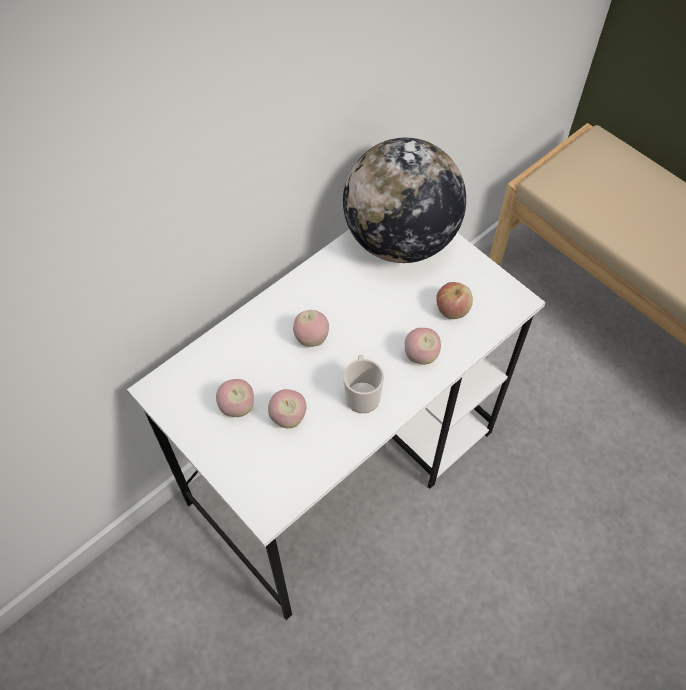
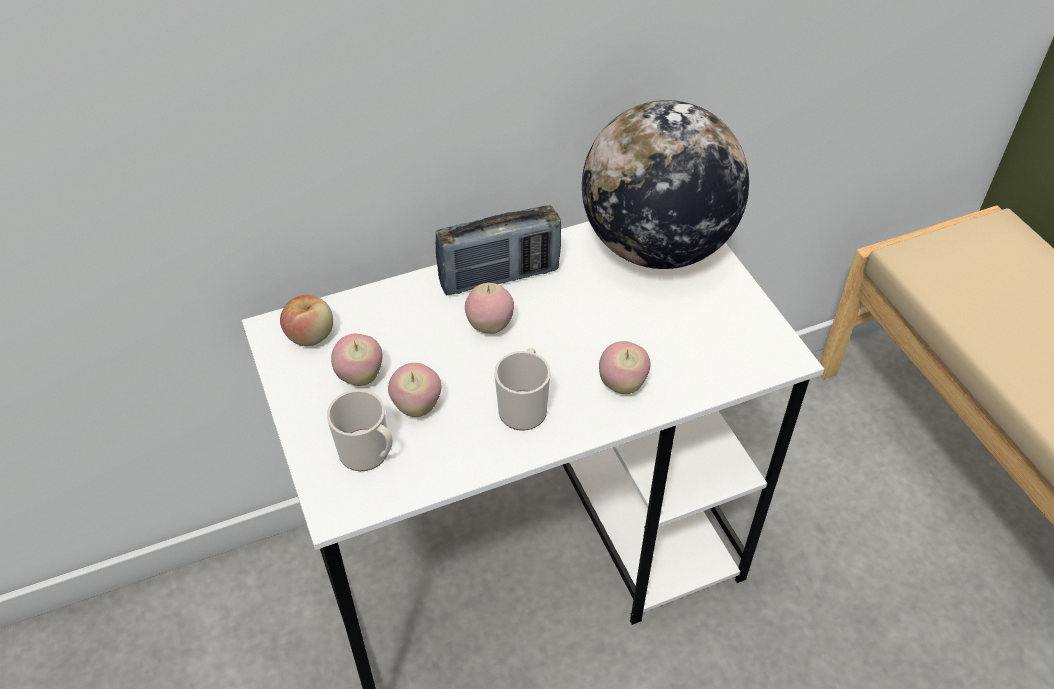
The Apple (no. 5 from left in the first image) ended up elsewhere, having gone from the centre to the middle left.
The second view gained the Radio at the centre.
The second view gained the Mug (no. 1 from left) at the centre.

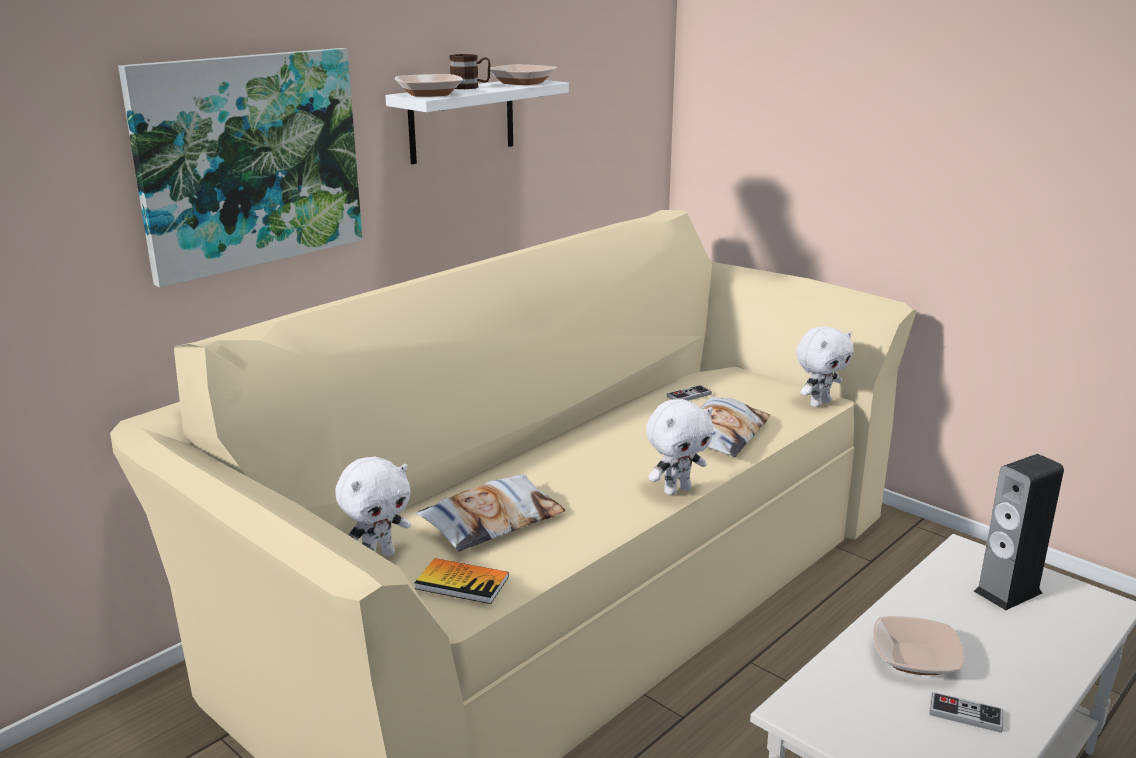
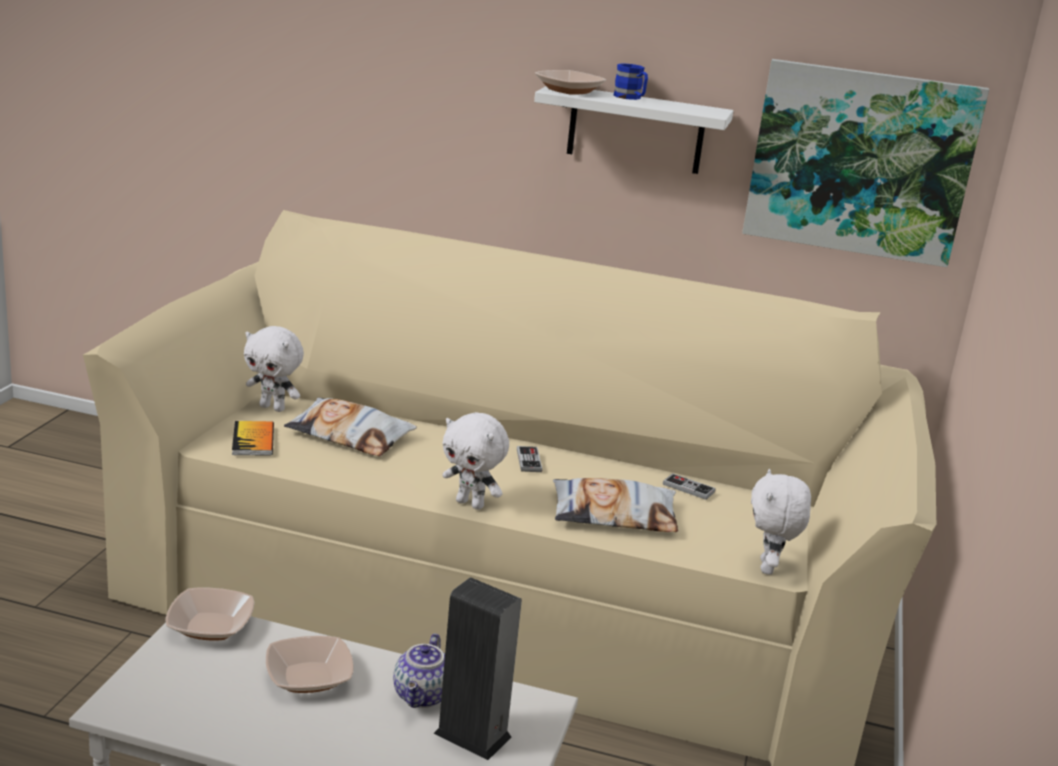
The Picture ended up elsewhere, having gone from the top left to the top right.
What was the BrownMug at the top centre turned into the BlueMug at the top centre.
The Bowl (no. 2 from left in the first image) ended up elsewhere, having gone from the top centre to the bottom left.
The WhitePlushToy (no. 3 from left) at the middle right ended up facing another way, 75 degrees clockwise from before.
The GameController (no. 2 from left in the first image) ended up elsewhere, having gone from the bottom right to the centre.
The second view gained the Teapot at the bottom centre.

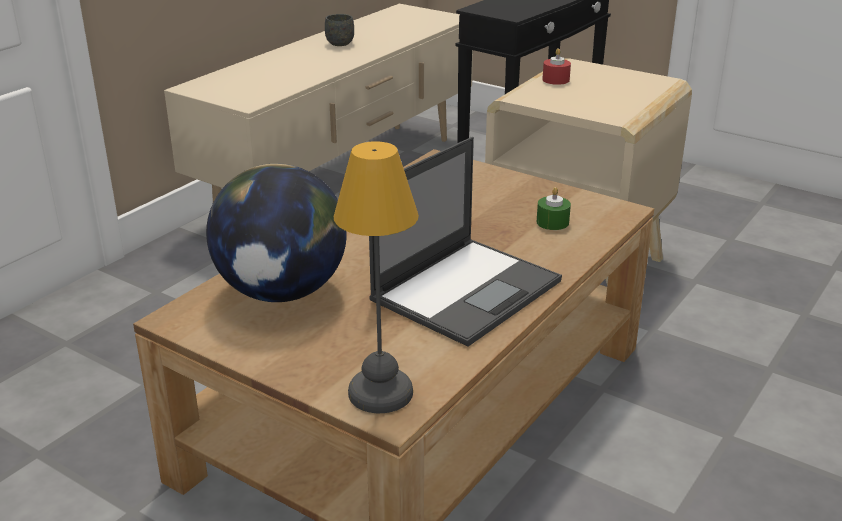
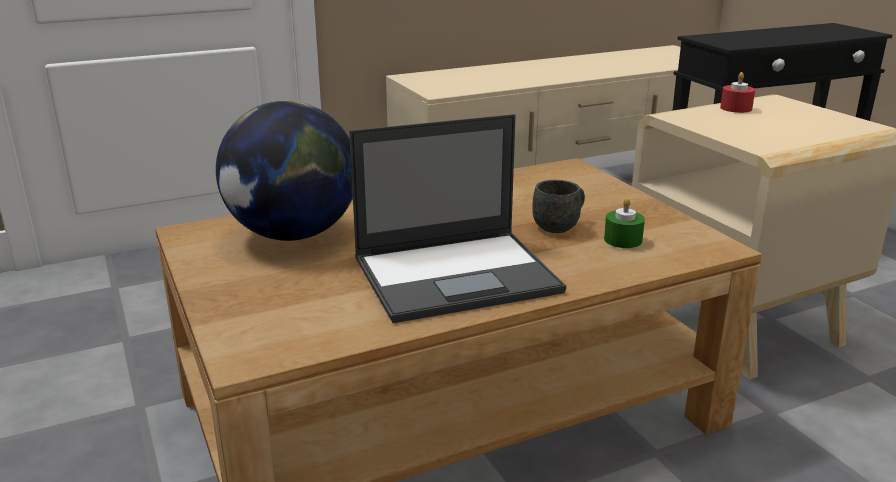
The GreyMug ended up elsewhere, having gone from the top centre to the centre.
The second view lost the TableLamp at the centre.

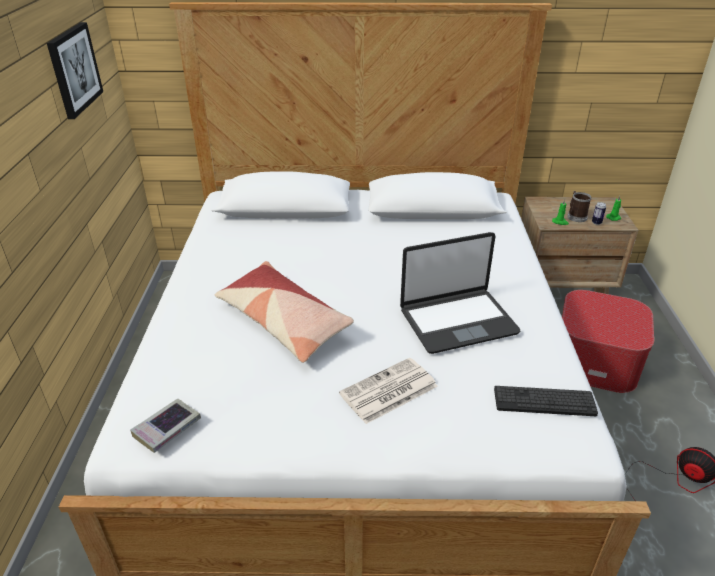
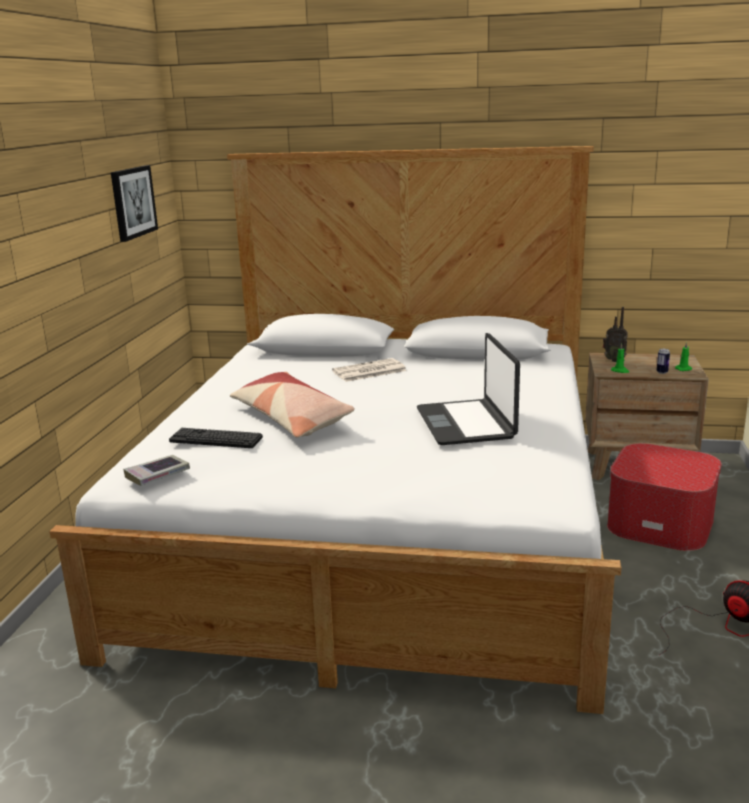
The second view lost the Mug at the middle right.
The Laptop at the centre ended up facing another way, 90 degrees clockwise from before.
The Newspaper ended up elsewhere, having gone from the bottom centre to the centre.
The Keyboard ended up elsewhere, having gone from the bottom right to the middle left.
The second view gained the Radio at the middle right.

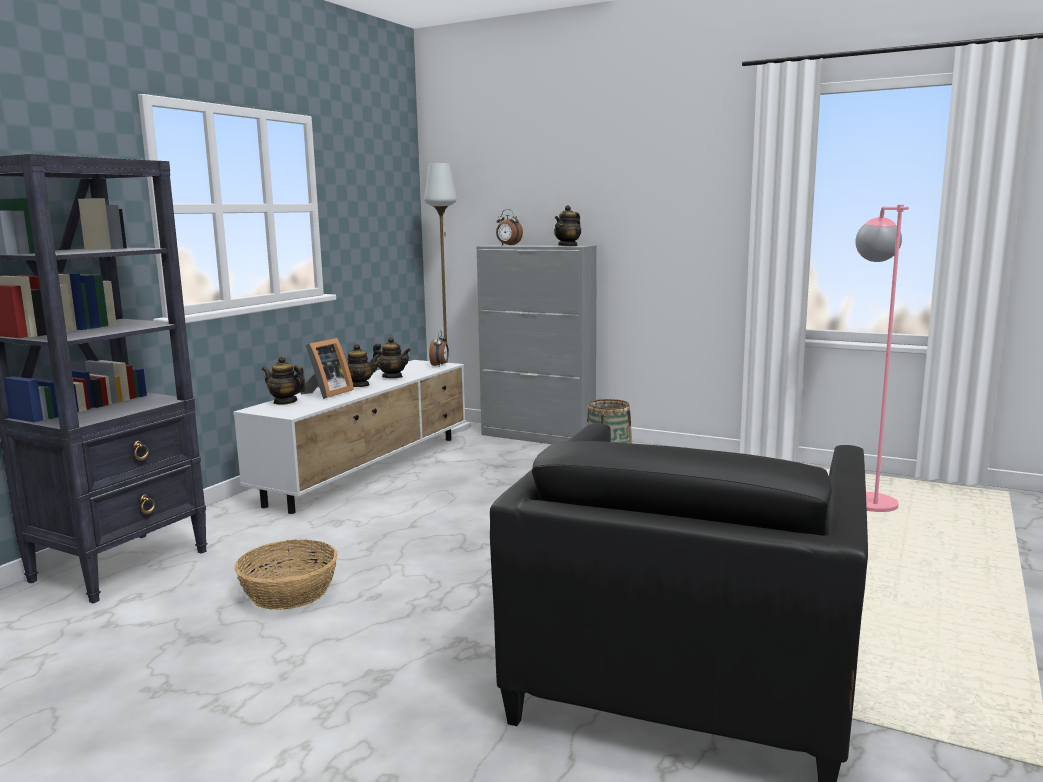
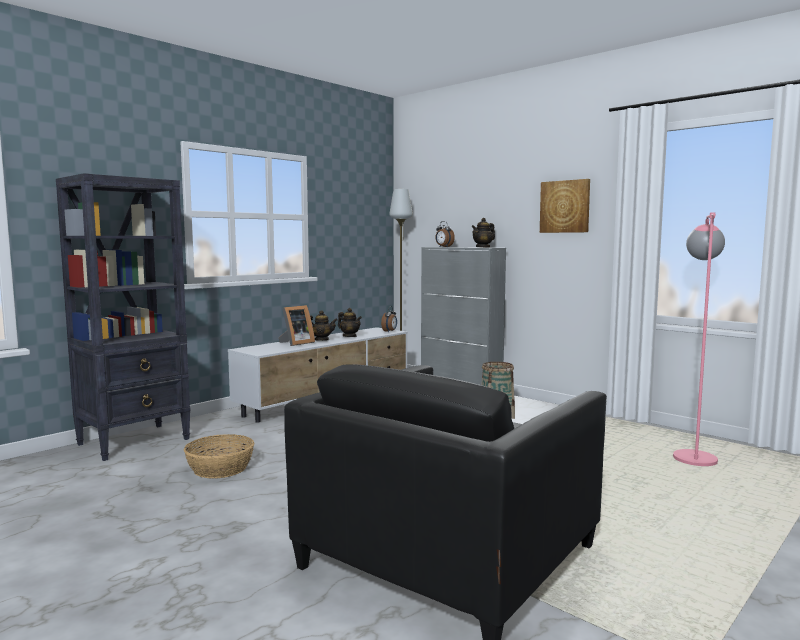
The second view lost the Teapot (no. 1 from left) at the middle left.
The second view gained the Picture at the top right.

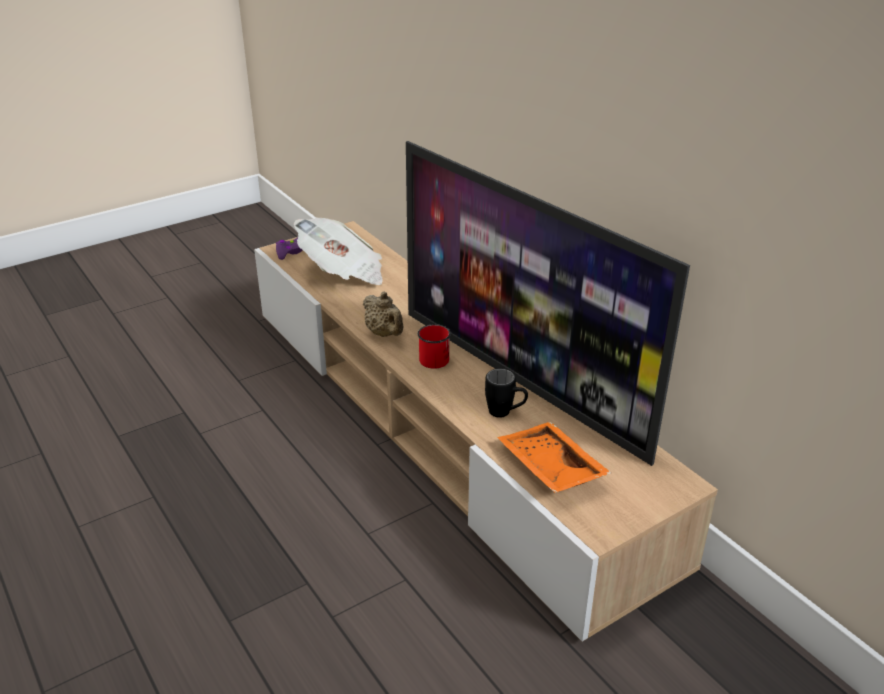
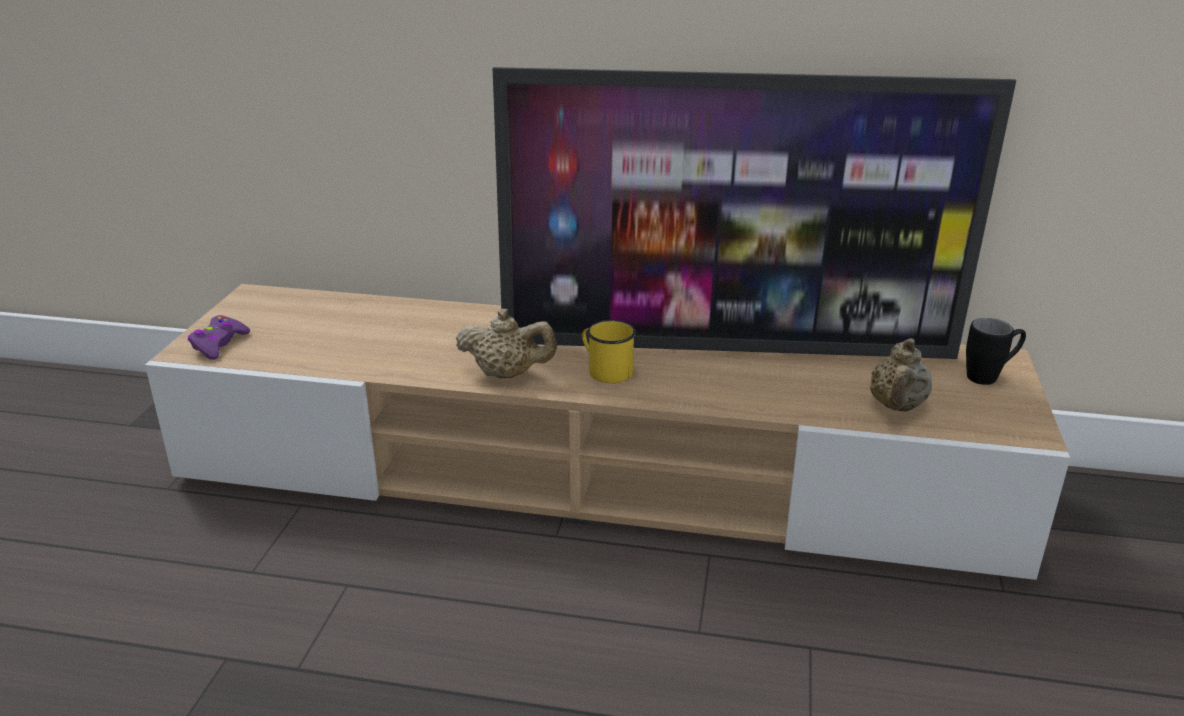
The second view lost the Newspaper at the centre.
What was the RedMug at the centre turned into the YellowMug at the centre.
The BlackMug ended up elsewhere, having gone from the centre to the middle right.
Where the OrangeTray stood at the centre, the BeigeTeapot (no. 2 from left) came to stand at the middle right.

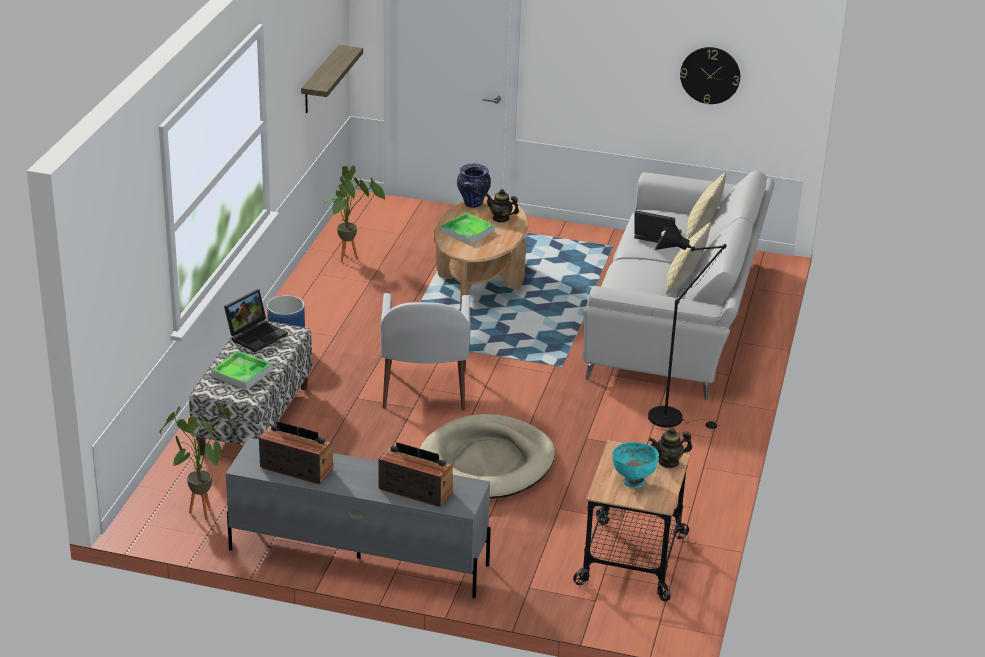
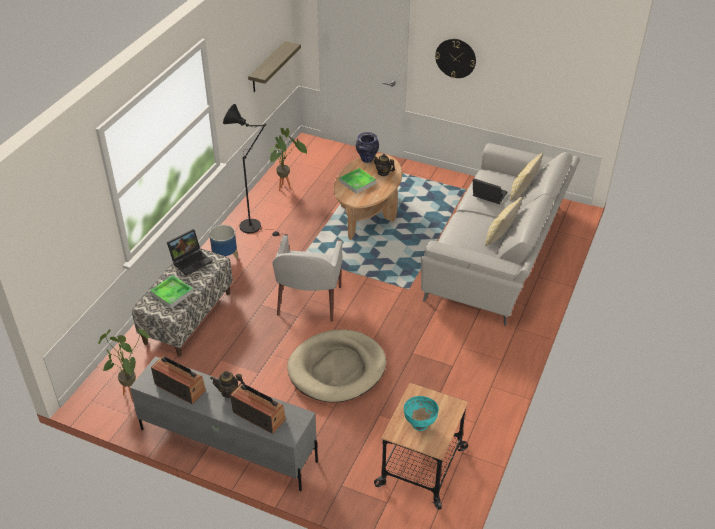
The WallClock ended up elsewhere, having gone from the top right to the top centre.
The BlackFloorLamp ended up elsewhere, having gone from the middle right to the top centre.
The Teapot (no. 2 from left in the first image) ended up elsewhere, having gone from the bottom right to the bottom left.

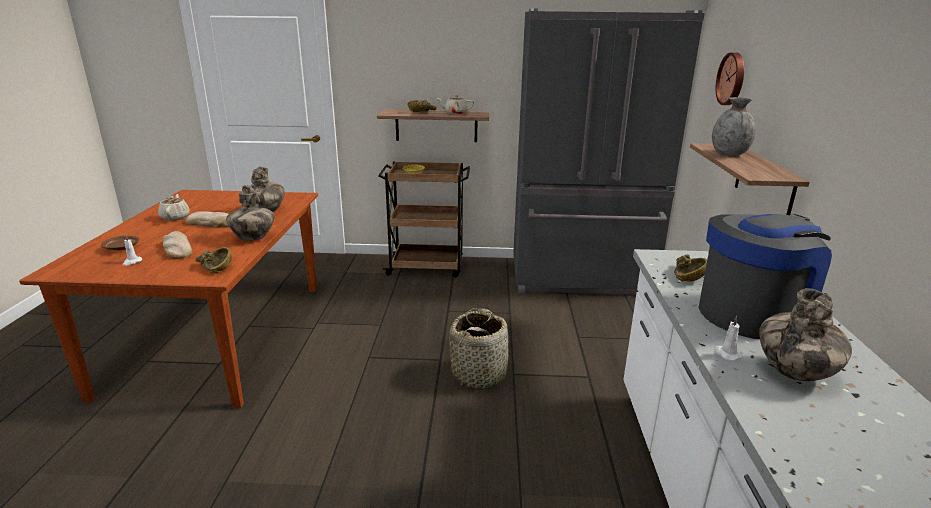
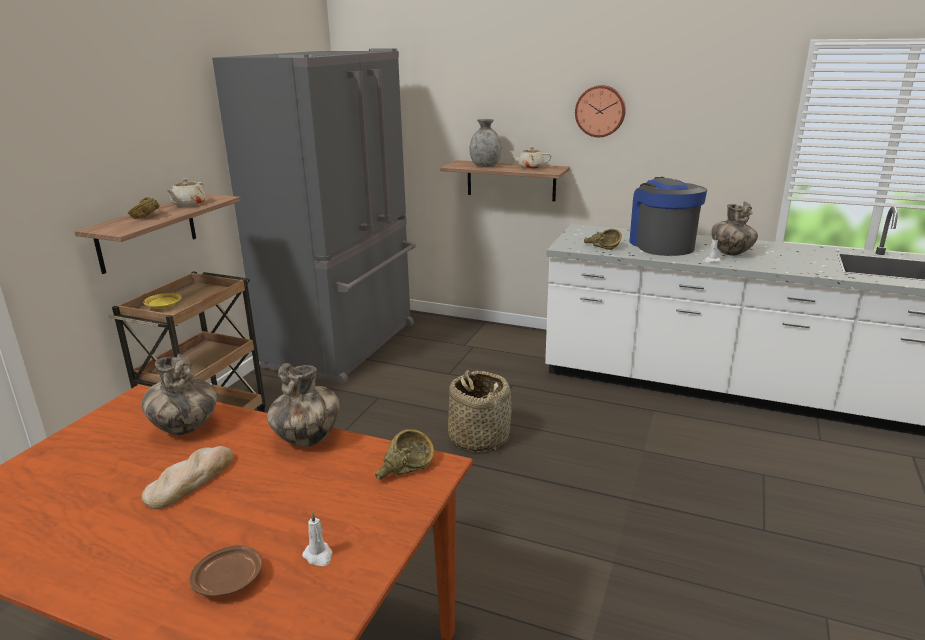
The WallClock ended up elsewhere, having gone from the top right to the top centre.
The BeigeTeapot (no. 1 from left in the first image) ended up elsewhere, having gone from the middle left to the top centre.
The second view lost the Bread (no. 1 from left) at the middle left.

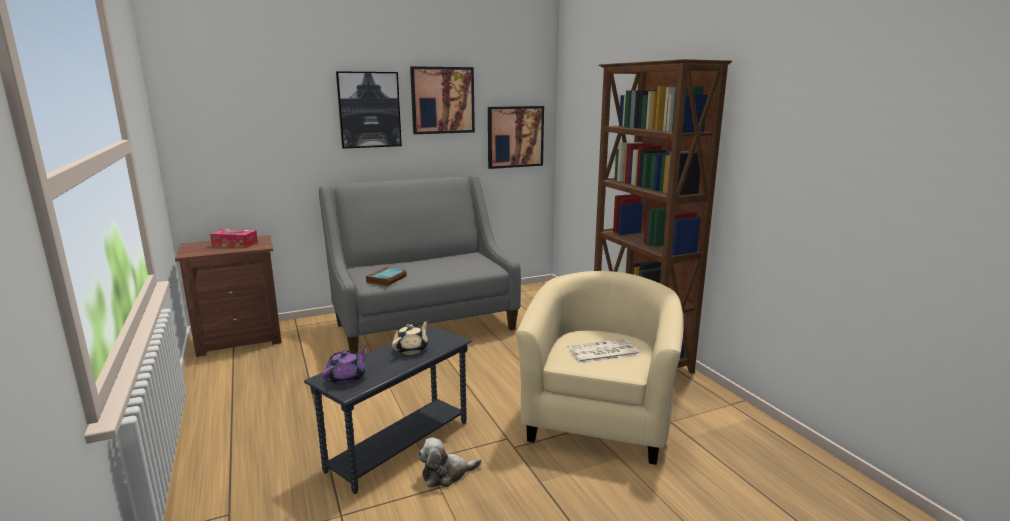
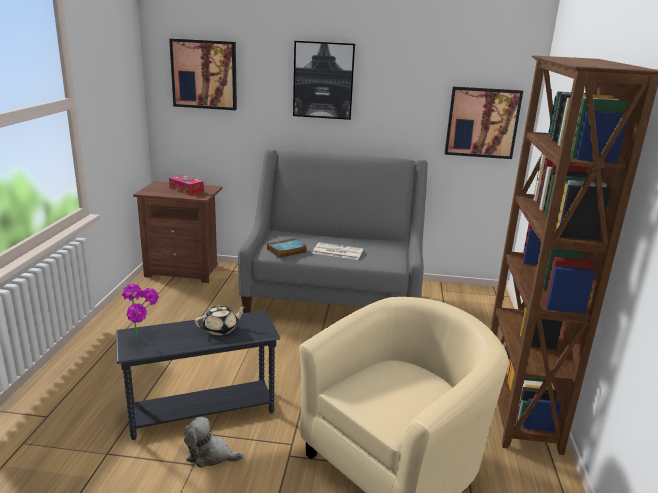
The Picture (no. 2 from left in the first image) ended up elsewhere, having gone from the top centre to the top left.
The Newspaper ended up elsewhere, having gone from the bottom centre to the centre.
Where the PurpleTeapot stood at the bottom centre, the PottedPlant came to stand at the middle left.

